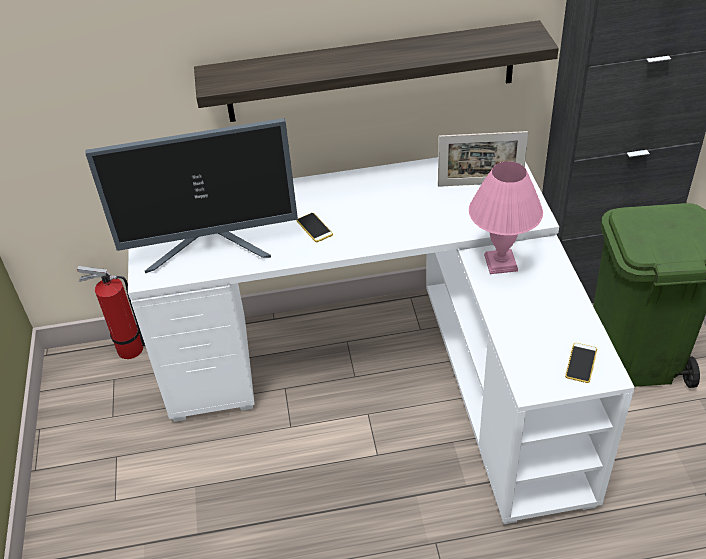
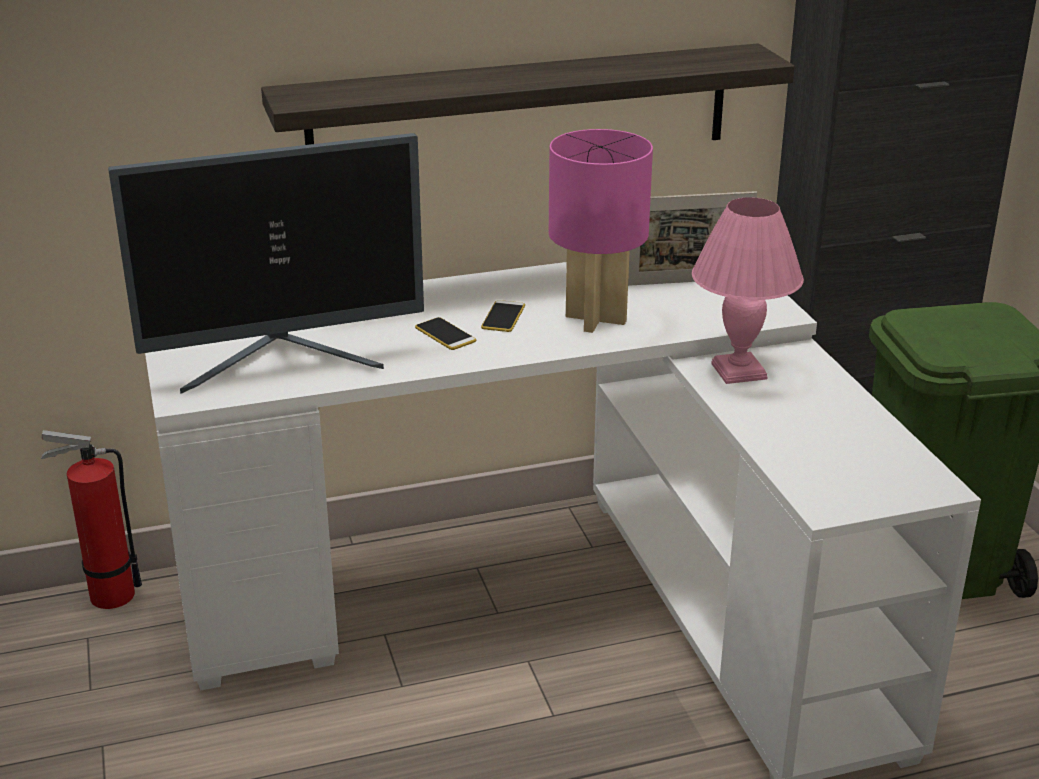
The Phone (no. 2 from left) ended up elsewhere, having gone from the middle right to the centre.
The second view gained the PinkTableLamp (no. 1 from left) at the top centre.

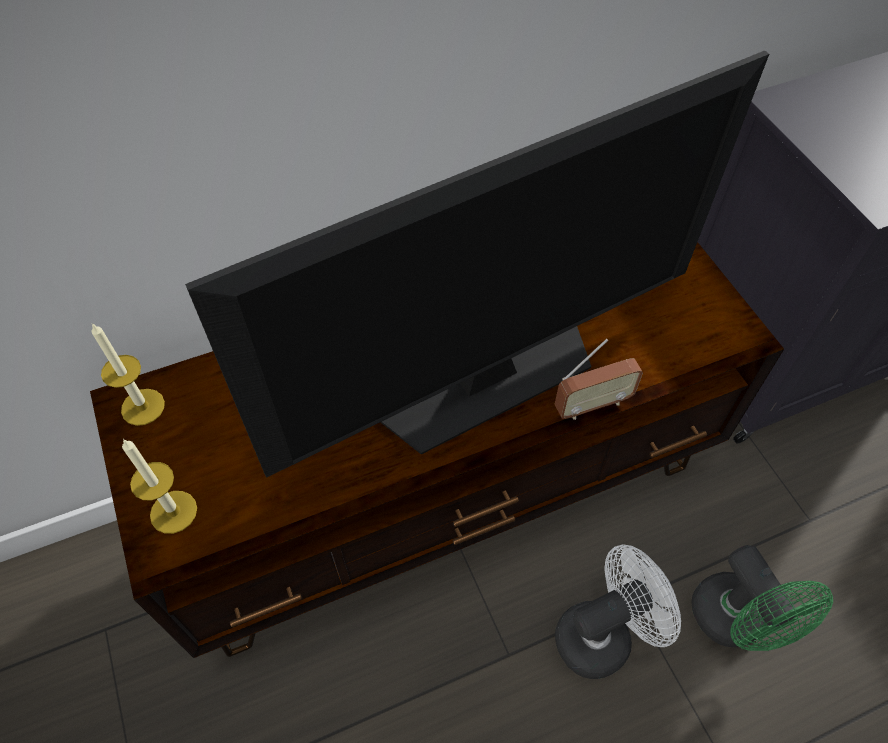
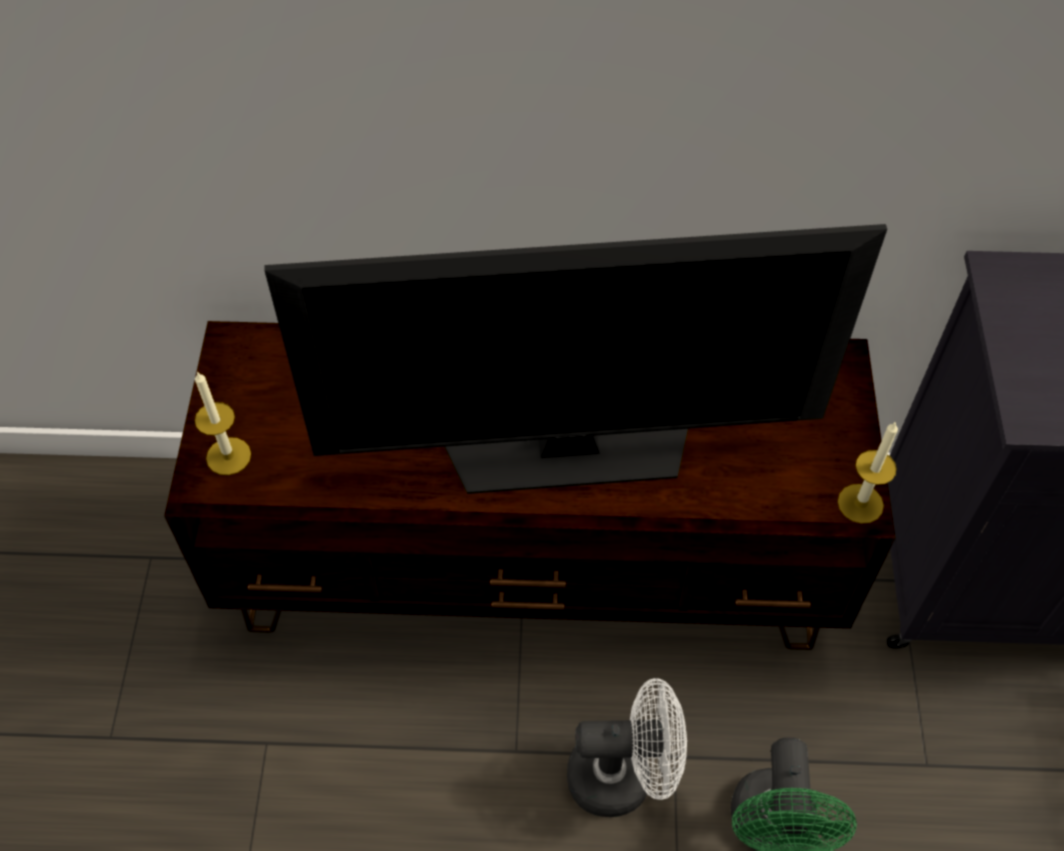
The Candle (no. 1 from left in the first image) ended up elsewhere, having gone from the middle left to the middle right.
The second view lost the Radio at the middle right.

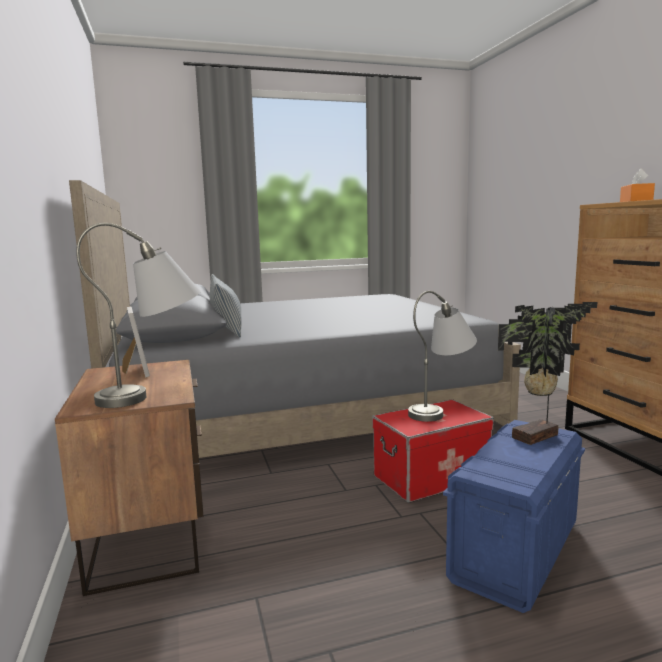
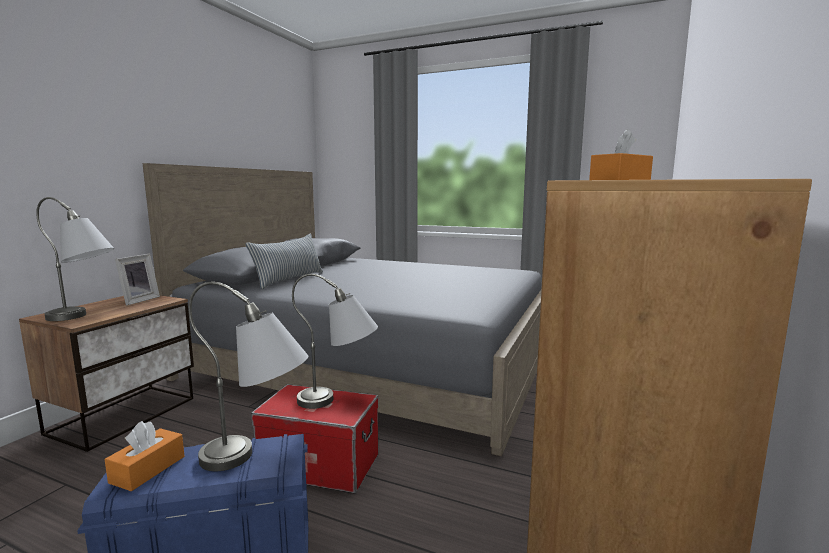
Where the PottedPlant stood at the middle right, the GreyTableLamp (no. 2 from left) came to stand at the bottom left.
The second view gained the OrangeTissueBox (no. 1 from left) at the bottom left.

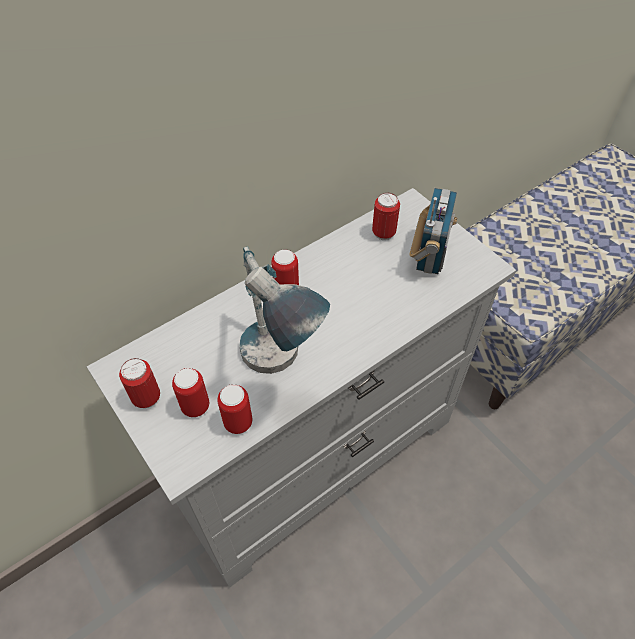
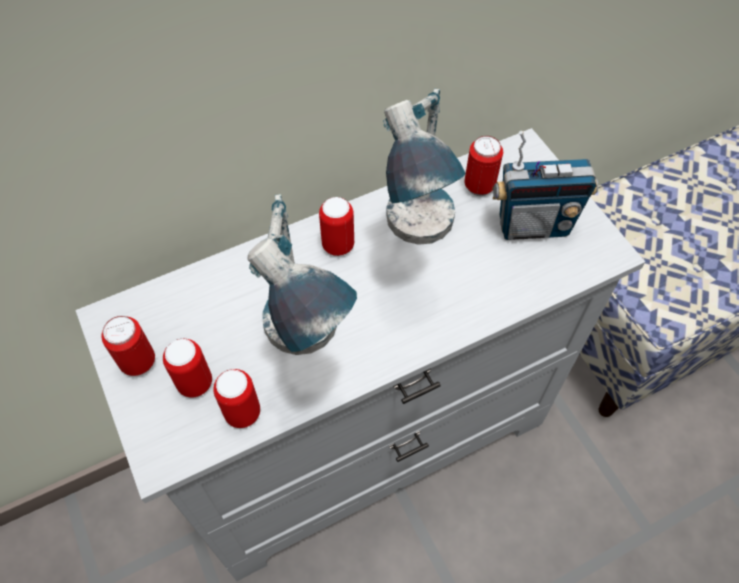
The Radio at the middle right ended up facing another way, 60 degrees clockwise from before.
The second view gained the TableLamp (no. 2 from left) at the top centre.

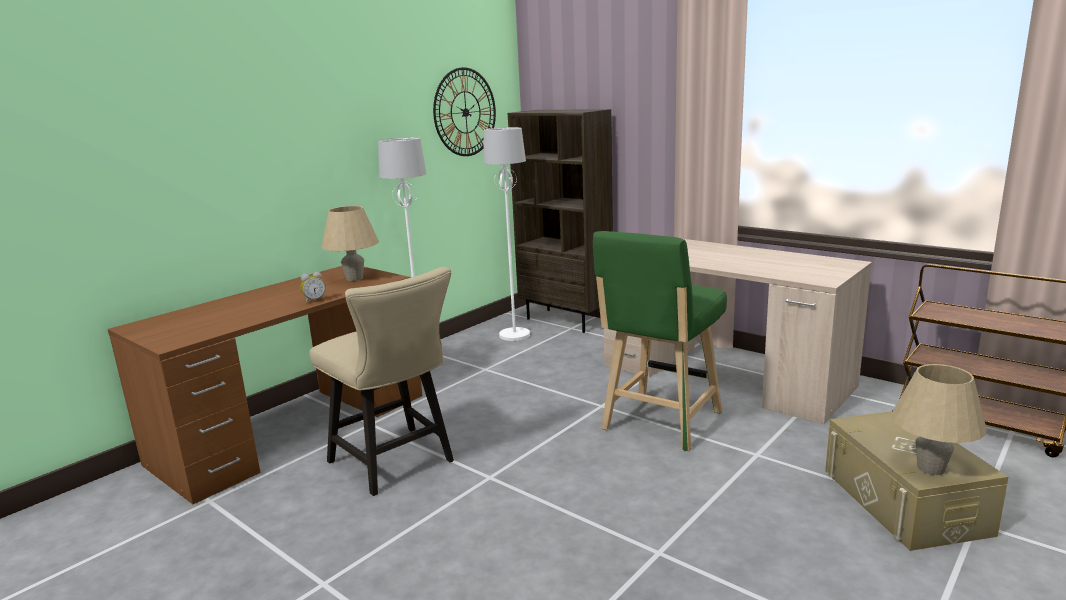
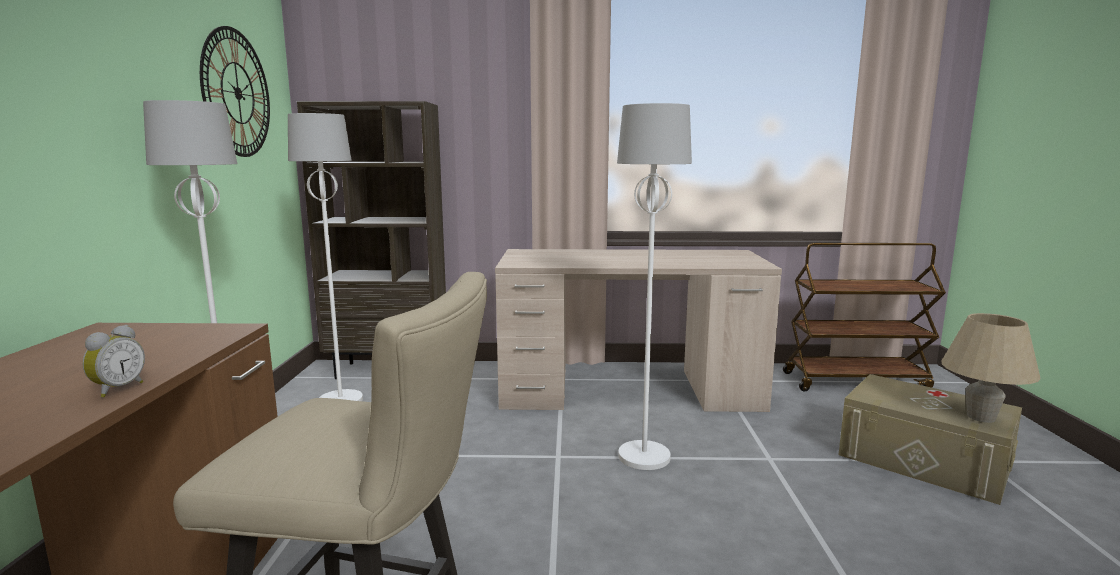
The second view lost the BeigeTableLamp (no. 1 from left) at the middle left.
Where the GreenStool stood at the centre, the WhiteFloorLamp (no. 3 from left) came to stand at the centre.

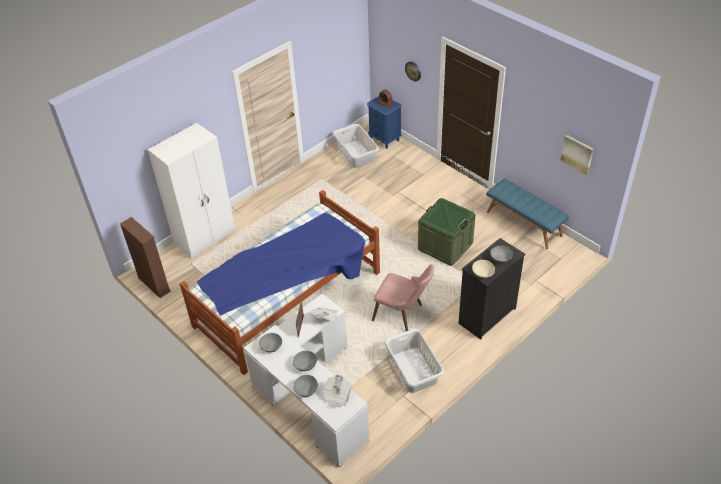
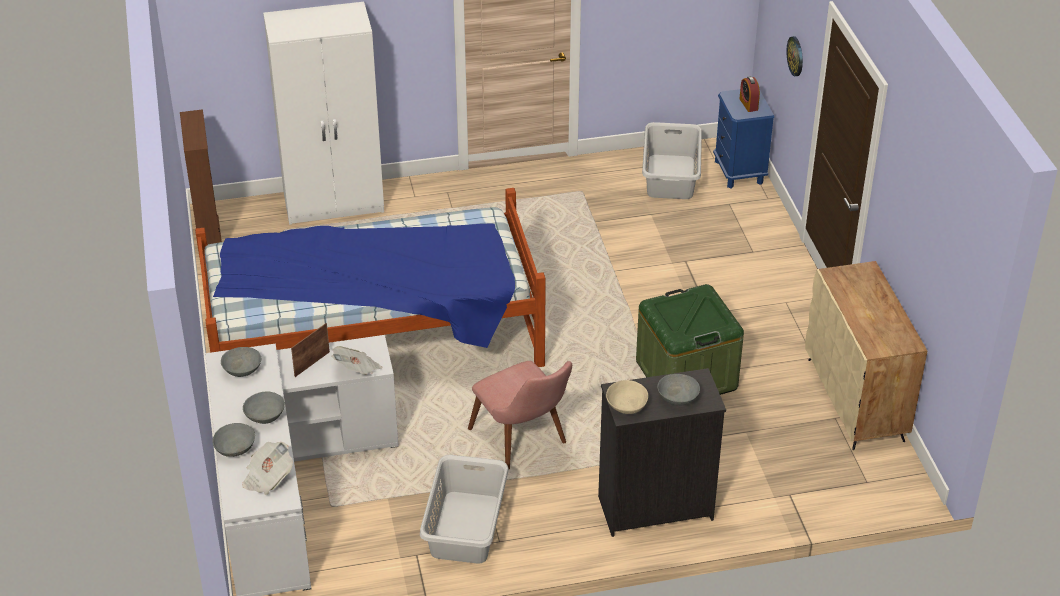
The second view lost the Picture at the top right.
Where the BlueBench stood at the middle right, the BeigeCabinet came to stand at the middle right.

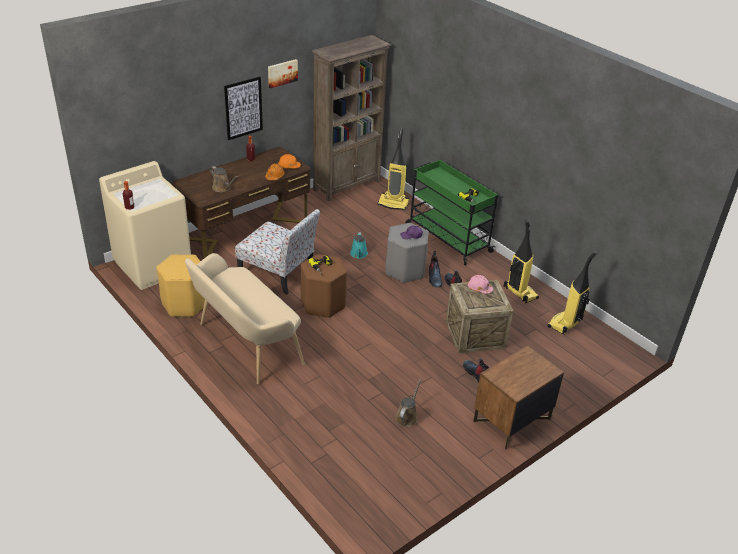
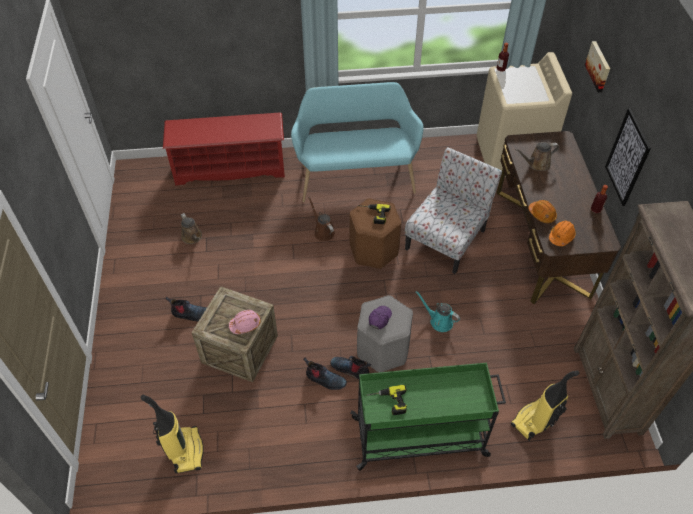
The Picture (no. 2 from left in the first image) ended up elsewhere, having gone from the top centre to the top right.
The Chair at the centre ended up facing another way, 150 degrees clockwise from before.
The second view lost the VacuumCleaner (no. 2 from left) at the middle right.
What was the BeigeBench at the middle left turned into the TurquoiseBench at the top centre.
The second view lost the YellowStool at the middle left.
The second view lost the BrownNightstand at the bottom right.
The second view gained the RedShoeRack at the top left.
The second view gained the BrownWateringCan (no. 2 from left) at the centre.

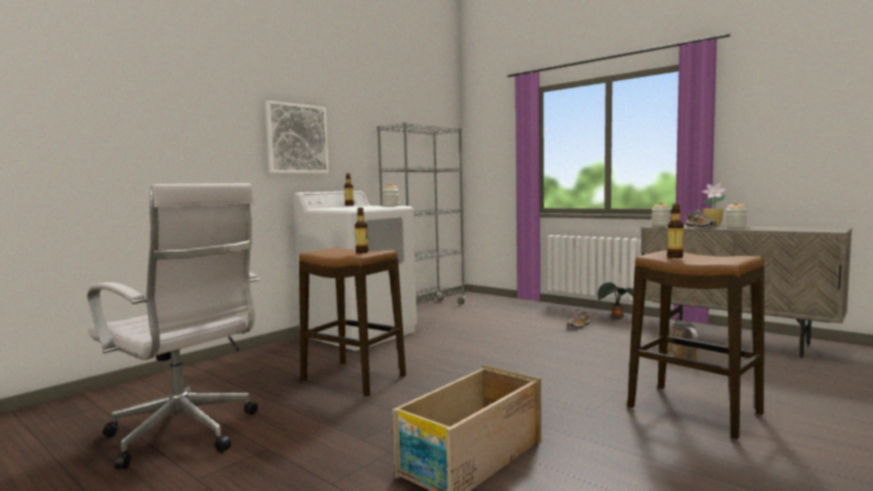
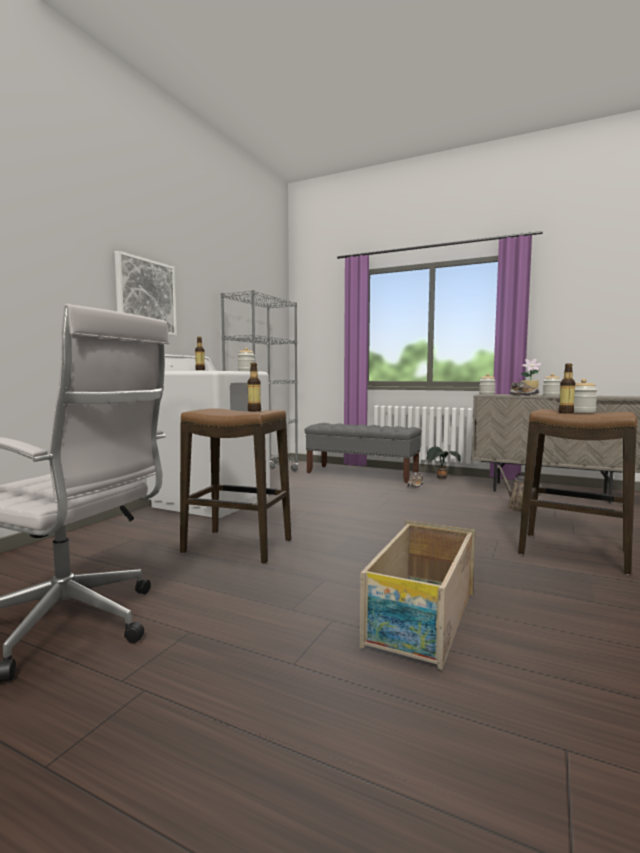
The second view gained the Jar (no. 4 from left) at the middle right.
The second view gained the GreyBench at the centre.

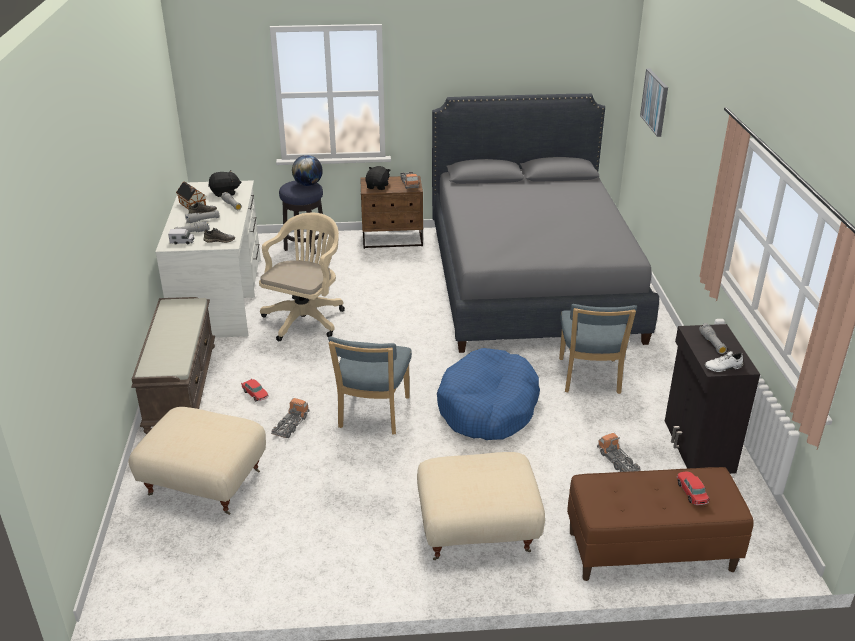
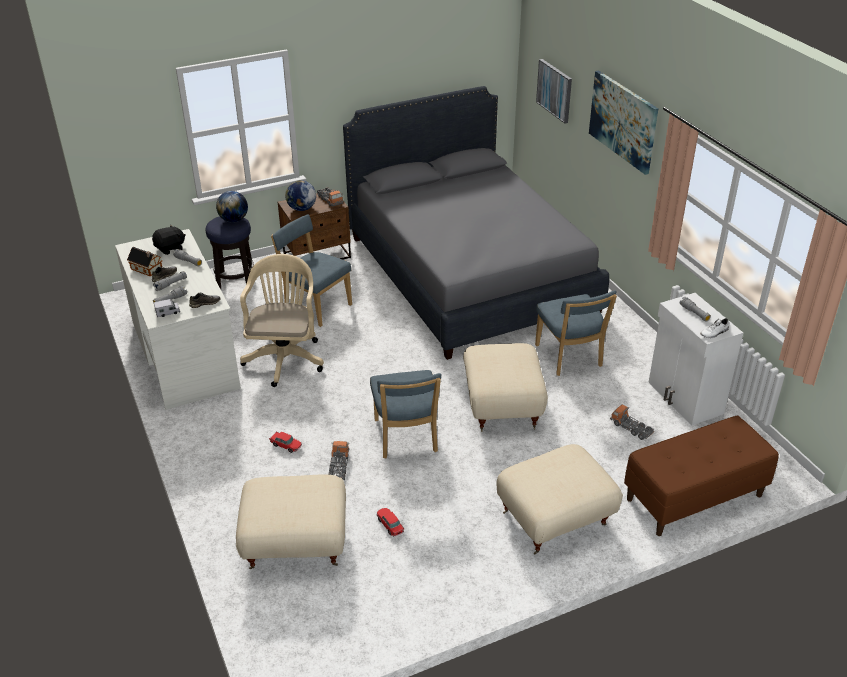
Where the BlackPlushToy (no. 2 from left) stood at the top centre, the Globe (no. 2 from left) came to stand at the top centre.
The second view lost the BrownBench (no. 1 from left) at the middle left.
What was the BlackCabinet at the middle right turned into the WhiteCabinet at the middle right.
Where the BlueDogBed stood at the centre, the BeigeOttoman (no. 2 from left) came to stand at the centre.
The ToyCar (no. 2 from left) ended up elsewhere, having gone from the bottom right to the bottom centre.
The second view gained the Picture (no. 2 from left) at the top right.
The second view gained the BlueChair (no. 1 from left) at the centre.

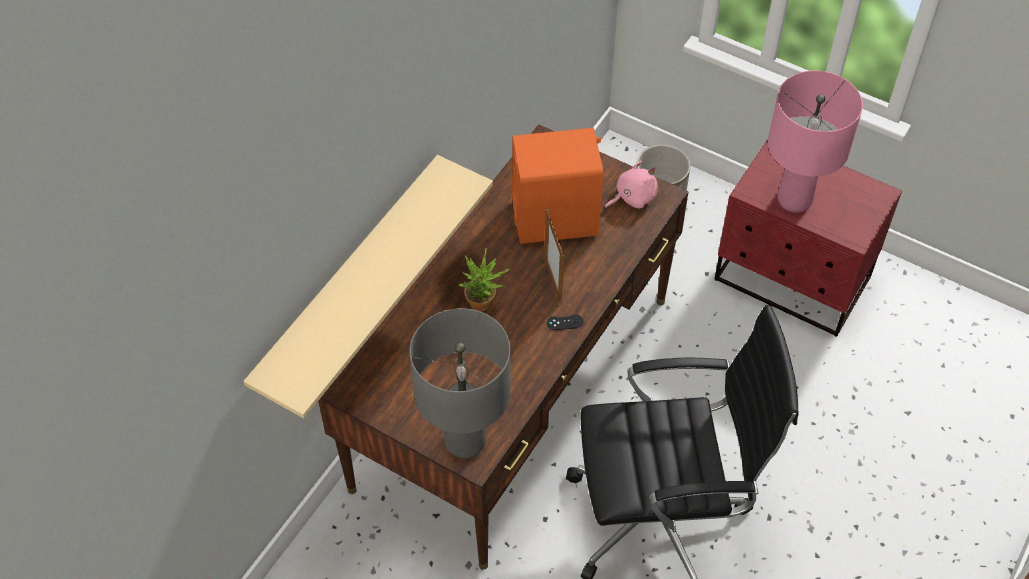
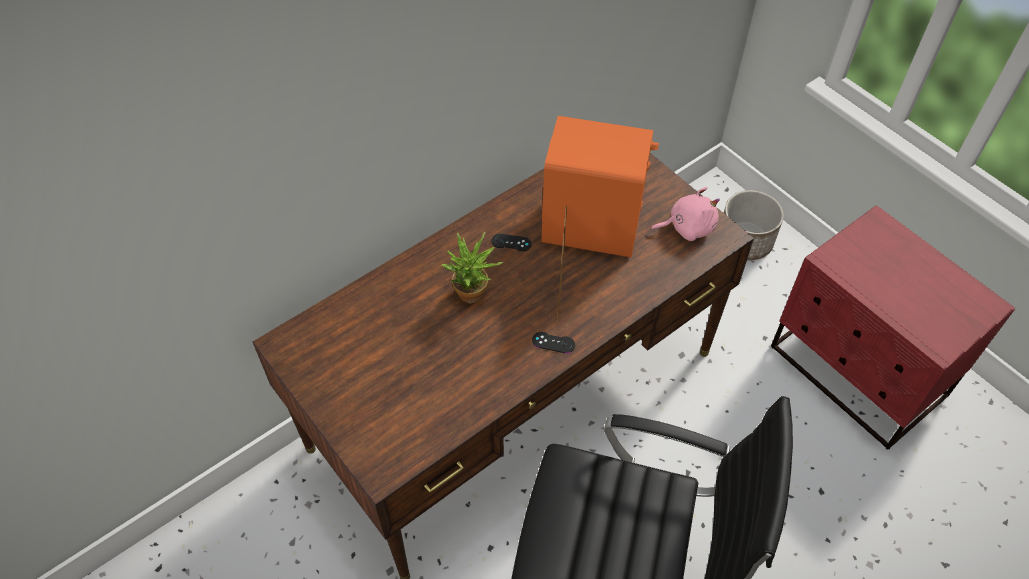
The second view lost the PinkTableLamp at the top right.
The second view lost the BeigeShelf at the centre.
The second view lost the GreyTableLamp at the centre.
The second view gained the BlackGameController (no. 1 from left) at the centre.

